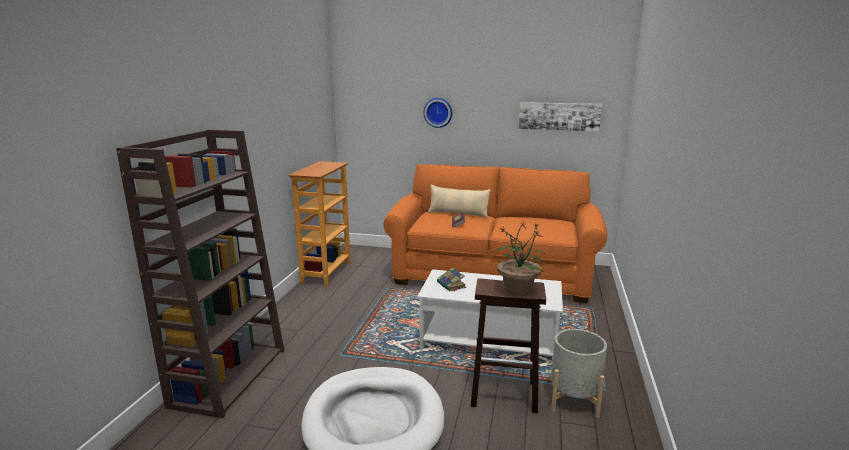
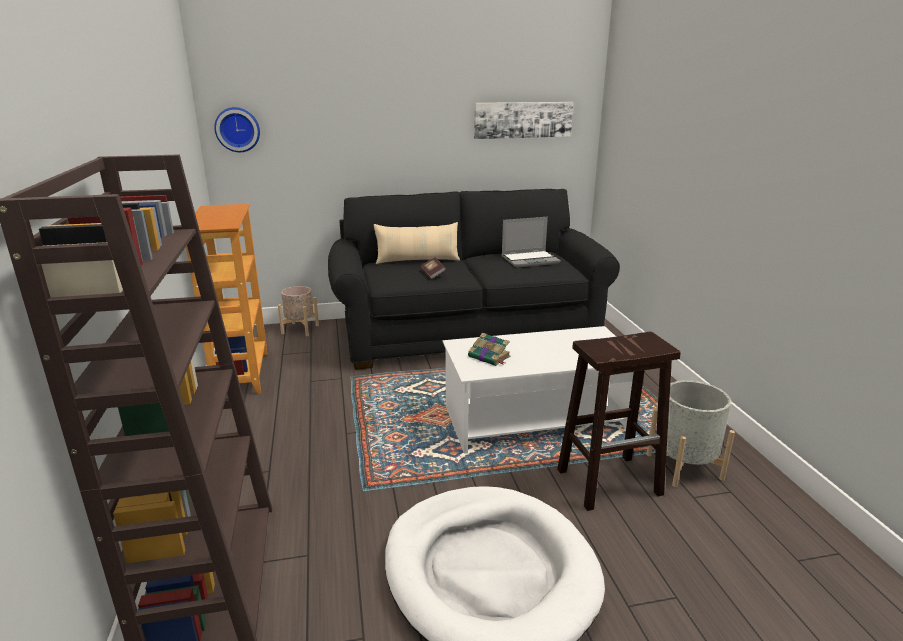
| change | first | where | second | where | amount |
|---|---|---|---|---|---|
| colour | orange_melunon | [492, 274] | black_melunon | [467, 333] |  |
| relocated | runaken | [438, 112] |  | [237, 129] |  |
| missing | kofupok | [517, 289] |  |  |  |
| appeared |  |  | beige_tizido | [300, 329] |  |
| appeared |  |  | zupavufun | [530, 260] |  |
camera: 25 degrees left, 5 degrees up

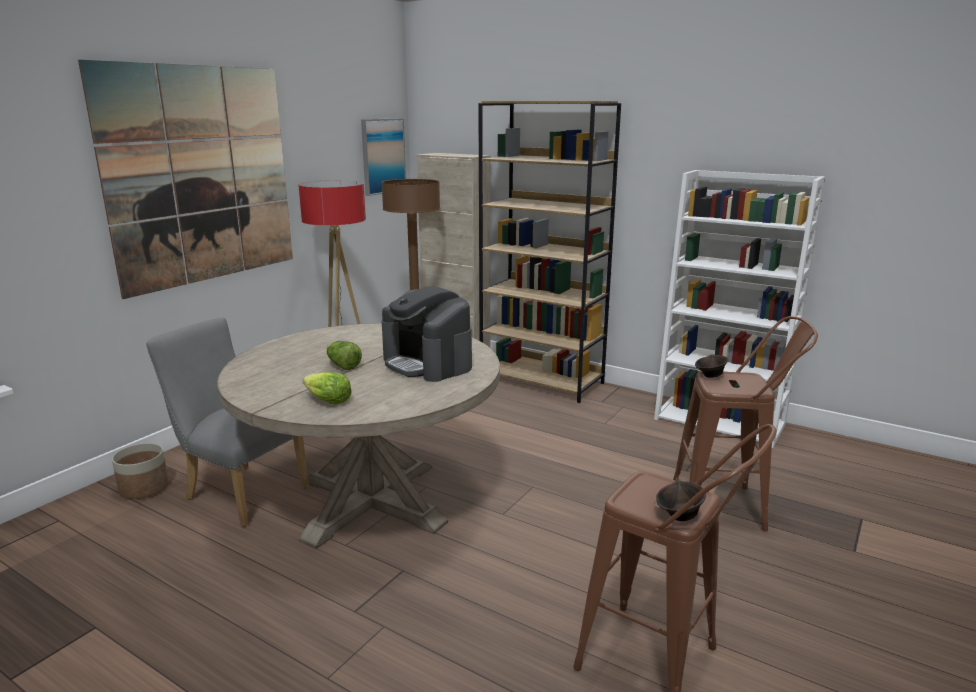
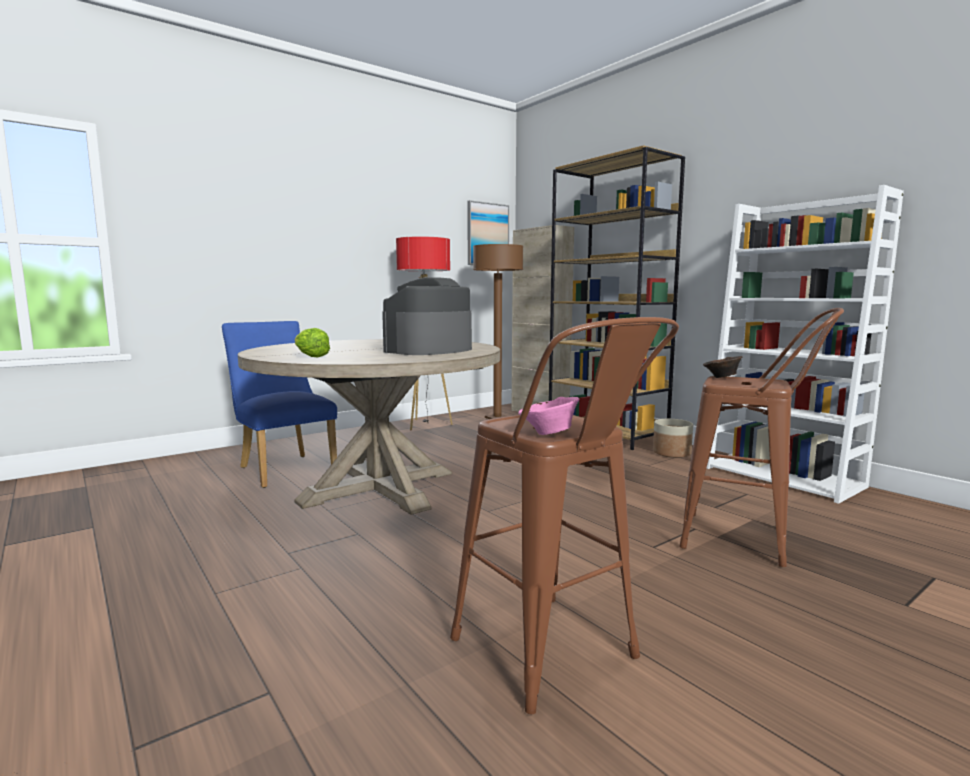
| change | first | where | second | where | amount |
|---|---|---|---|---|---|
| missing | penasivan | [202, 175] |  |  |  |
| relocated | tizido | [144, 488] |  | [672, 453] |  |
| colour | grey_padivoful | [240, 491] | blue_padivoful | [284, 468] |  |
| missing | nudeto | [342, 365] |  |  |  |
| spun | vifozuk | [428, 363] |  | [429, 350] | 60 degrees clockwise |
| colour | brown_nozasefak | [679, 516] | pink_nozasefak | [549, 433] |  |
camera: 20 degrees right, 10 degrees down

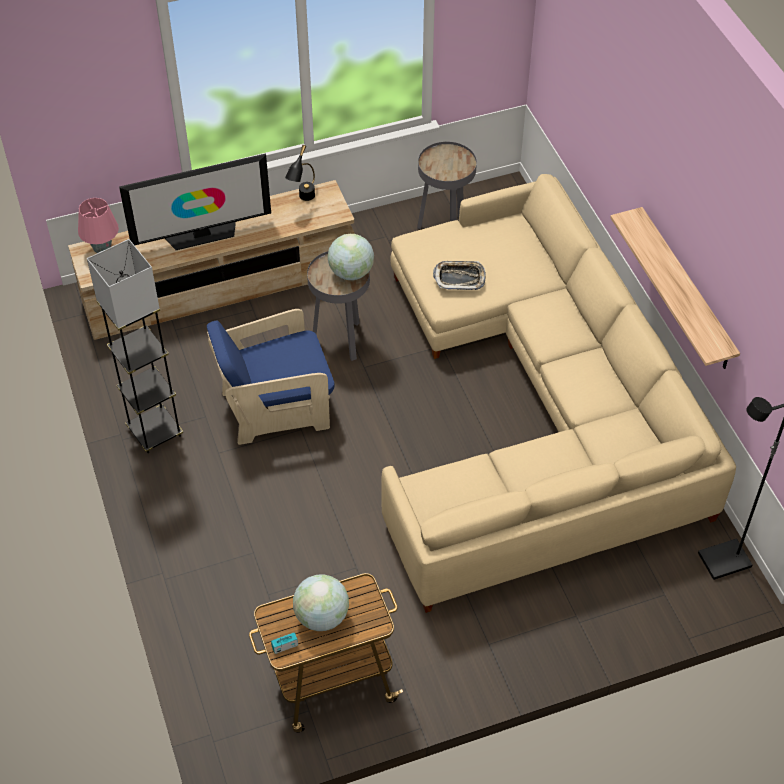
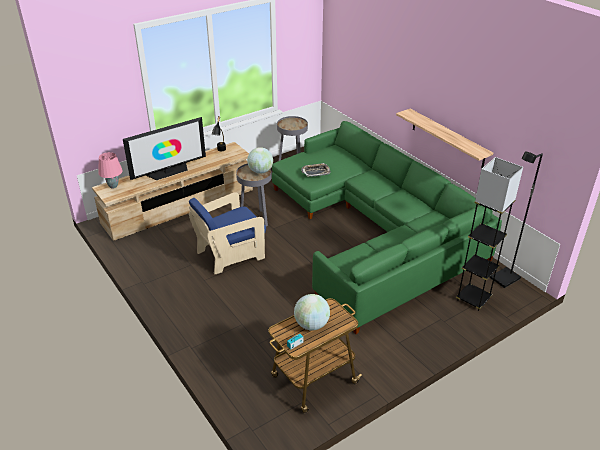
| change | first | where | second | where | amount |
|---|---|---|---|---|---|
| relocated | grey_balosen | [155, 432] |  | [473, 299] |  |
| colour | beige_melunon | [538, 411] | green_melunon | [375, 232] |  |
camera: 15 degrees left, 15 degrees down

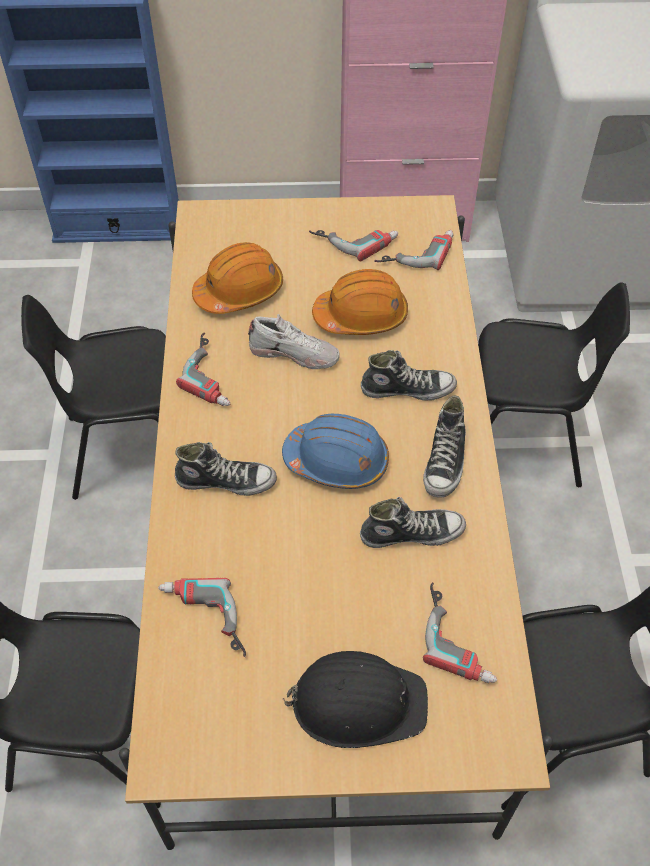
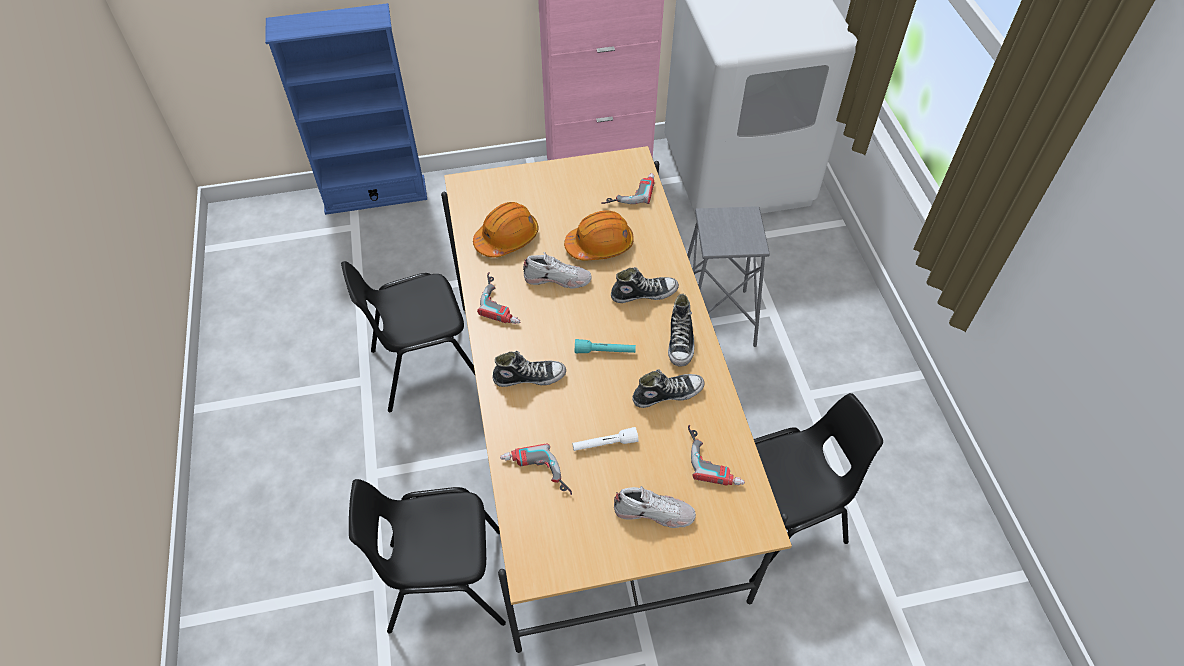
| change | first | where | second | where | amount |
|---|---|---|---|---|---|
| exchanged | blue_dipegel | [337, 461] | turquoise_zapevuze | [605, 351] |  |
| exchanged | black_dipegel | [357, 701] | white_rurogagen | [654, 512] |  |
| missing | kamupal | [354, 238] |  |  |  |
| exchanged | black_padivoful | [519, 440] | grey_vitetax | [715, 319] |  |
| appeared |  |  | white_zapevuze | [604, 444] |  |
camera: 10 degrees left, 0 degrees up

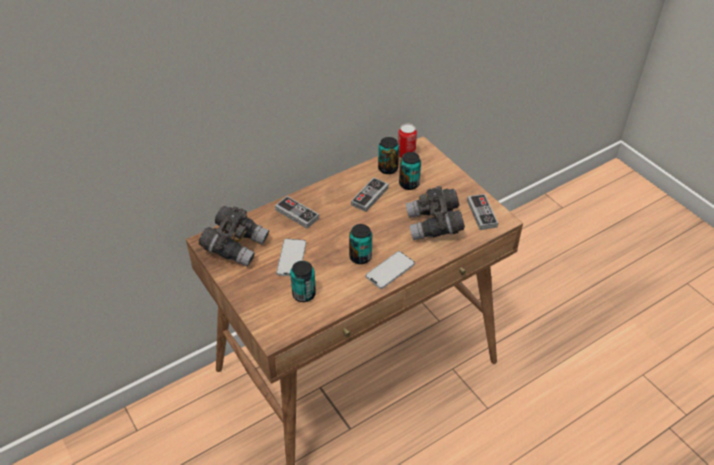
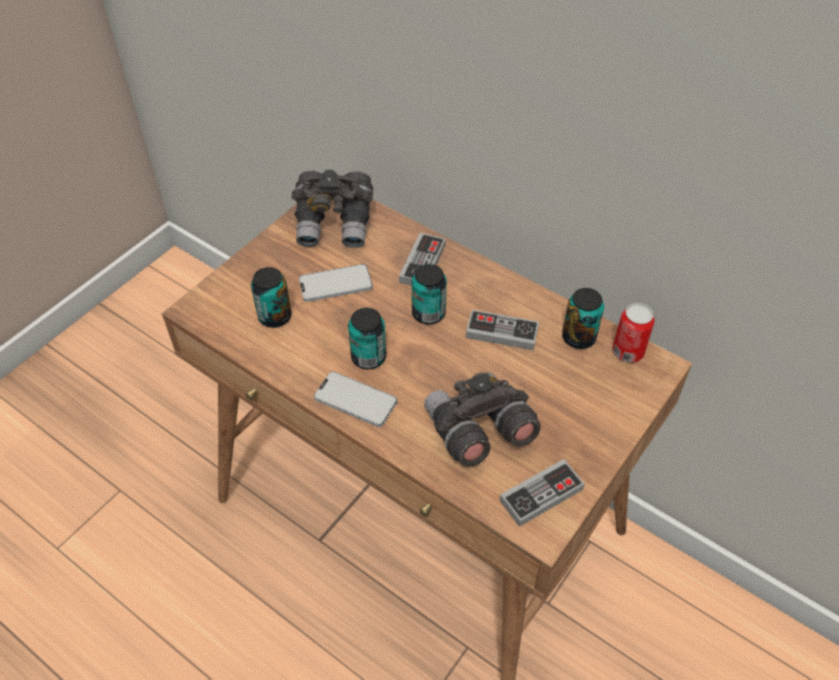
| change | first | where | second | where | amount |
|---|---|---|---|---|---|
| relocated | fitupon | [409, 184] |  | [428, 313] |  |
camera: 70 degrees right, 5 degrees up

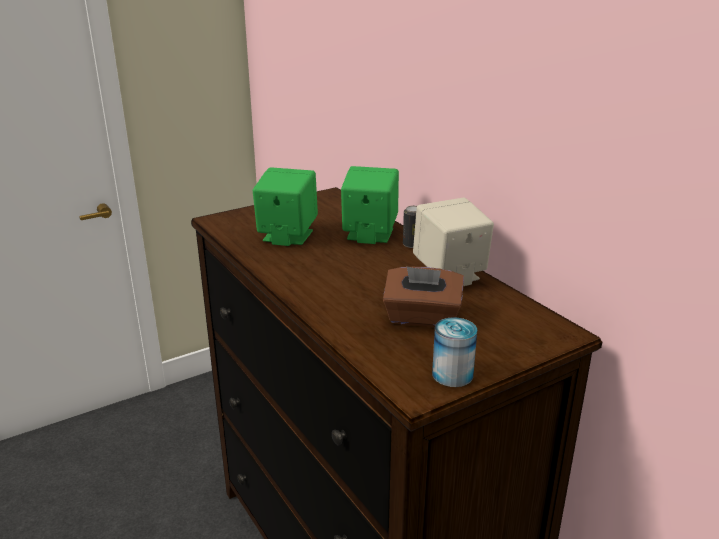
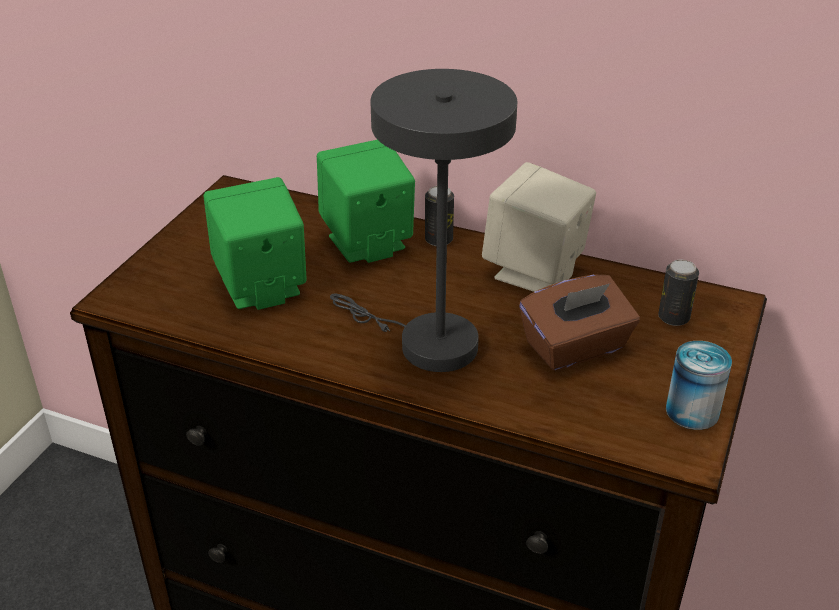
| change | first | where | second | where | amount |
|---|---|---|---|---|---|
| appeared |  |  | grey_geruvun | [426, 343] |  |
| appeared |  |  | fitupon | [673, 317] |  |
camera: 35 degrees left, 10 degrees up

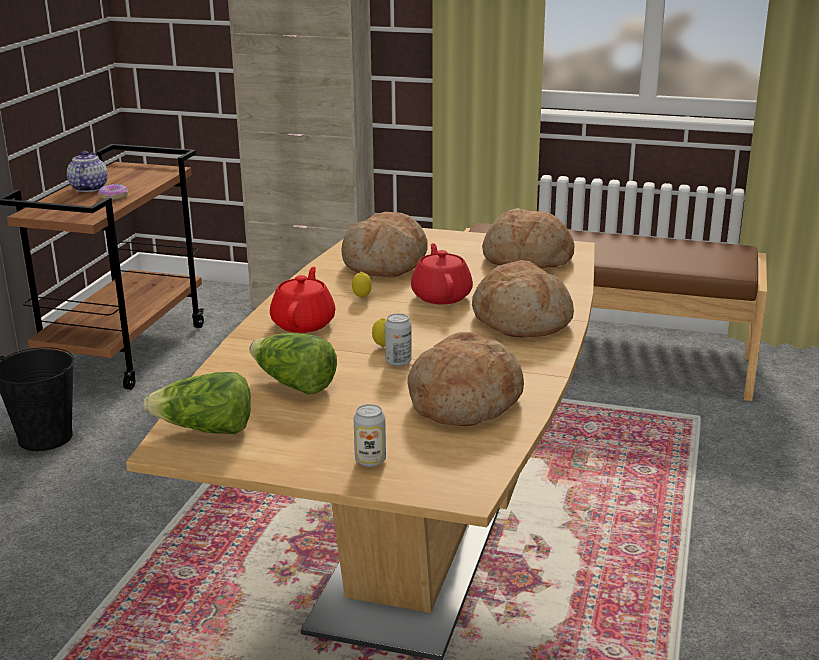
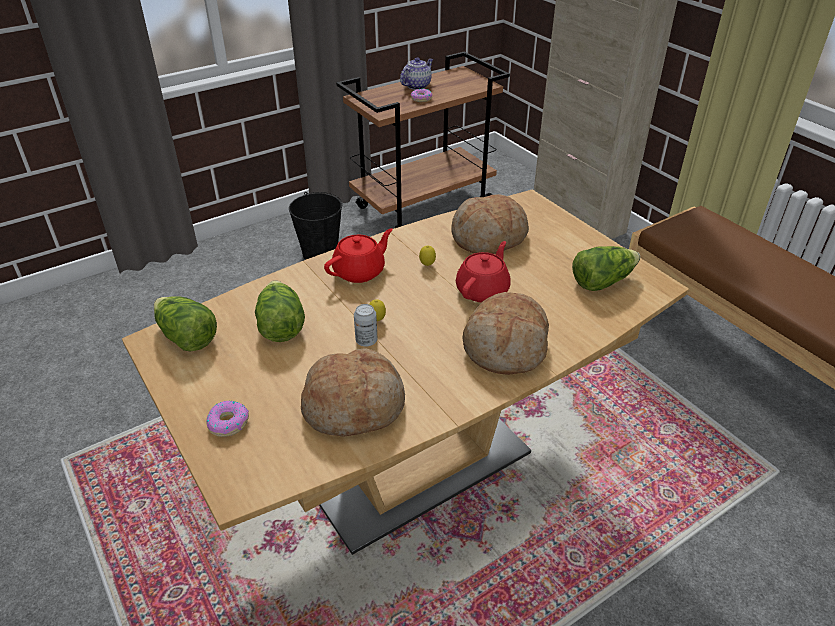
| change | first | where | second | where | amount |
|---|---|---|---|---|---|
| exchanged | fitupon | [370, 460] | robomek | [228, 423] |  |
| exchanged | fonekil | [526, 259] | nudeto | [602, 281] |  |
camera: 40 degrees right, 15 degrees up

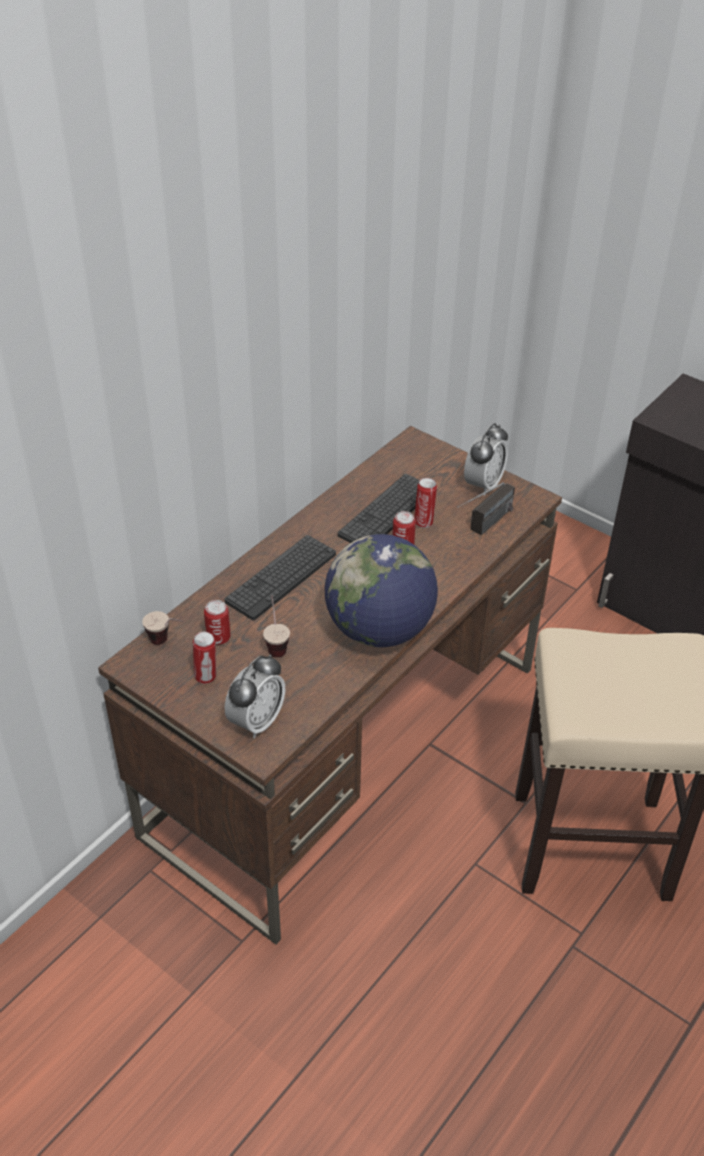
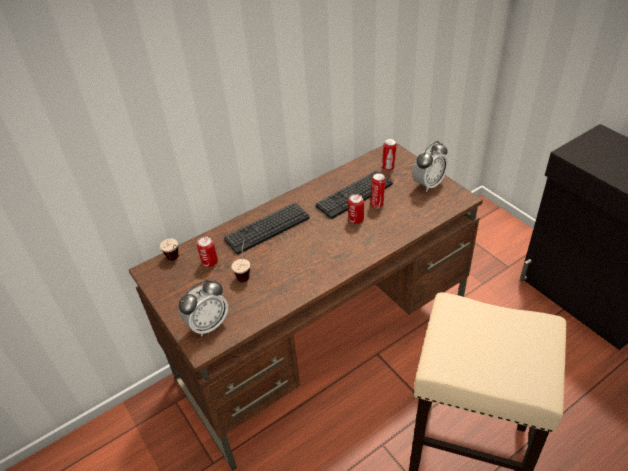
| change | first | where | second | where | amount |
|---|---|---|---|---|---|
| relocated | fitupon | [206, 677] |  | [388, 168] |  |
| missing | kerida | [379, 630] |  |  |  |
| missing | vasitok | [484, 527] |  |  |  |
camera: 20 degrees right, 0 degrees up

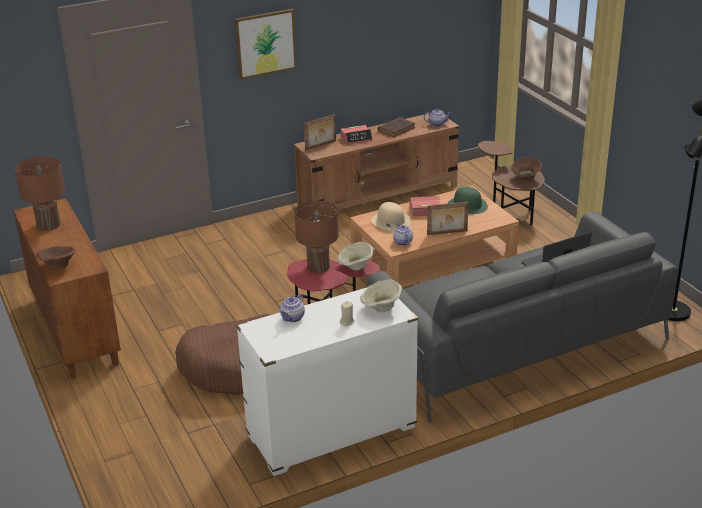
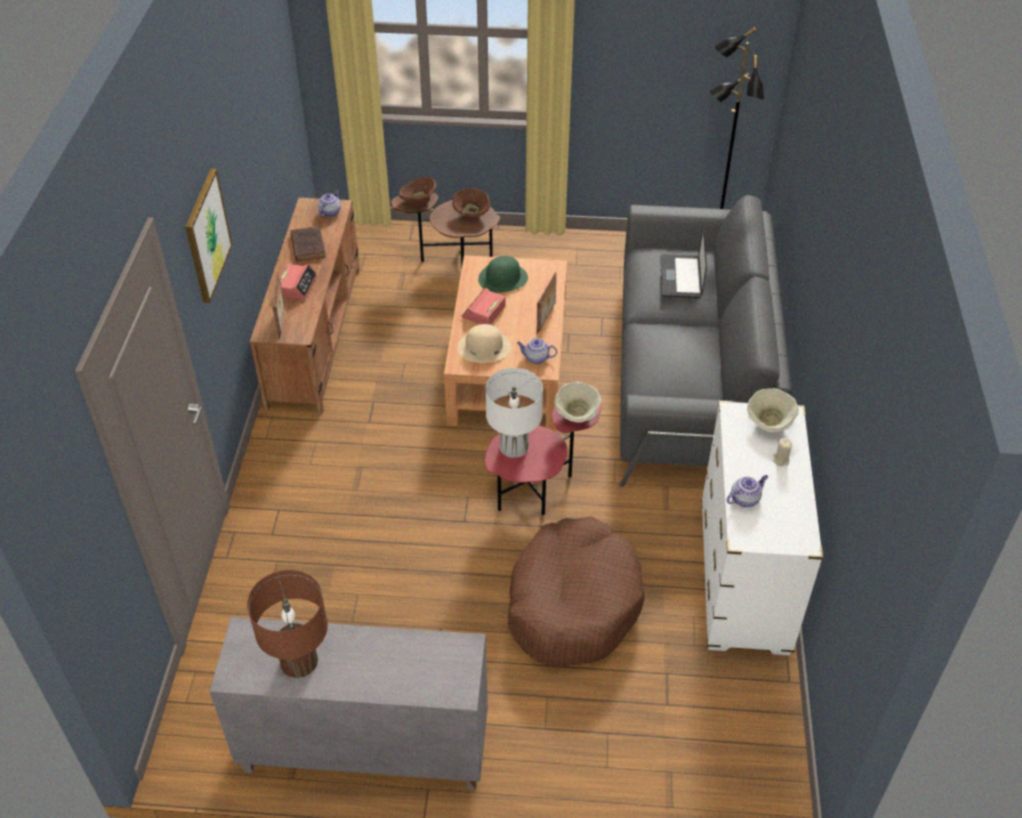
| change | first | where | second | where | amount |
|---|---|---|---|---|---|
| colour | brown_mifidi | [74, 330] | grey_mifidi | [363, 750] |  |
| relocated | brown_nozasefak | [58, 267] |  | [418, 202] |  |
| spun | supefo | [292, 318] |  | [745, 499] | 90 degrees counterclockwise |
| colour | brown_geruvun | [318, 267] | white_geruvun | [514, 446] |  |
camera: 60 degrees left, 15 degrees up

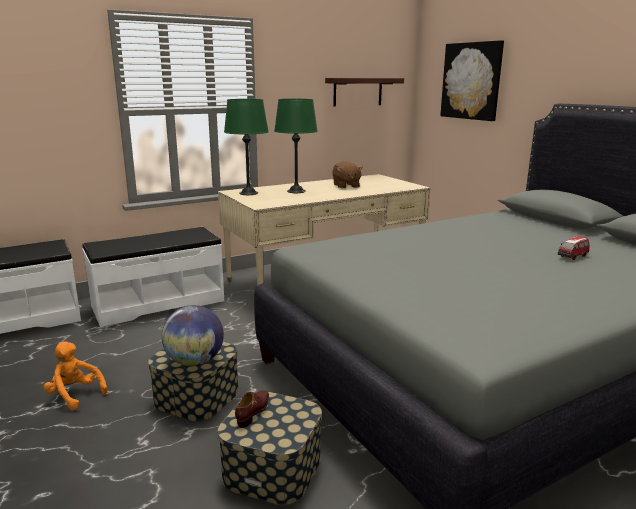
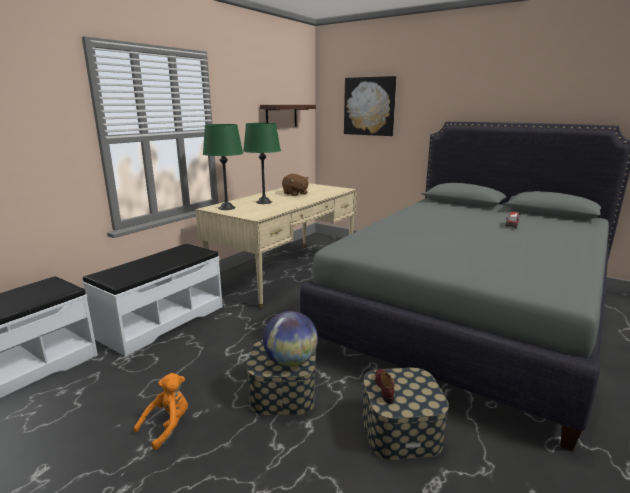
| change | first | where | second | where | amount |
|---|---|---|---|---|---|
| spun | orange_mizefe | [75, 395] |  | [167, 426] | 120 degrees clockwise |
camera: 25 degrees left, 0 degrees up

